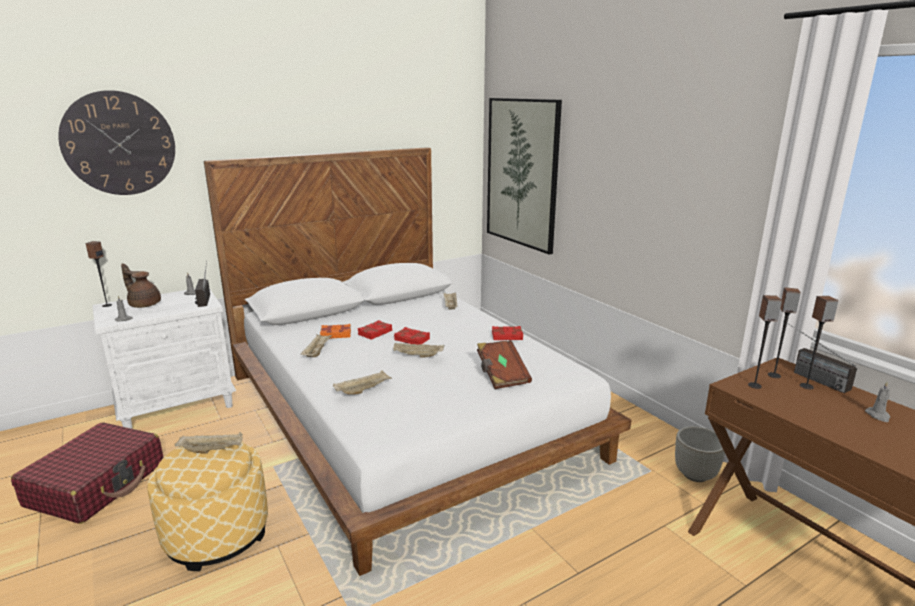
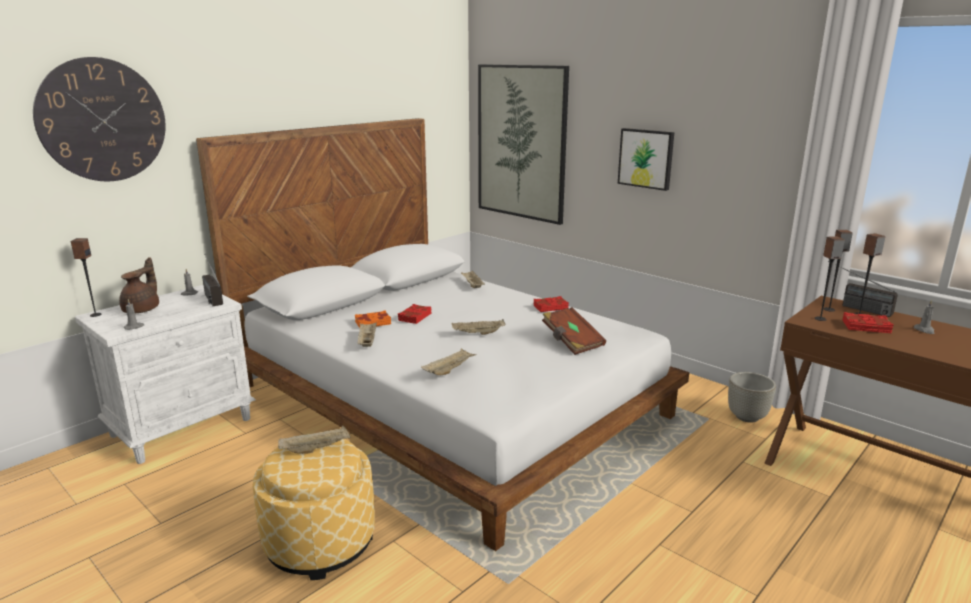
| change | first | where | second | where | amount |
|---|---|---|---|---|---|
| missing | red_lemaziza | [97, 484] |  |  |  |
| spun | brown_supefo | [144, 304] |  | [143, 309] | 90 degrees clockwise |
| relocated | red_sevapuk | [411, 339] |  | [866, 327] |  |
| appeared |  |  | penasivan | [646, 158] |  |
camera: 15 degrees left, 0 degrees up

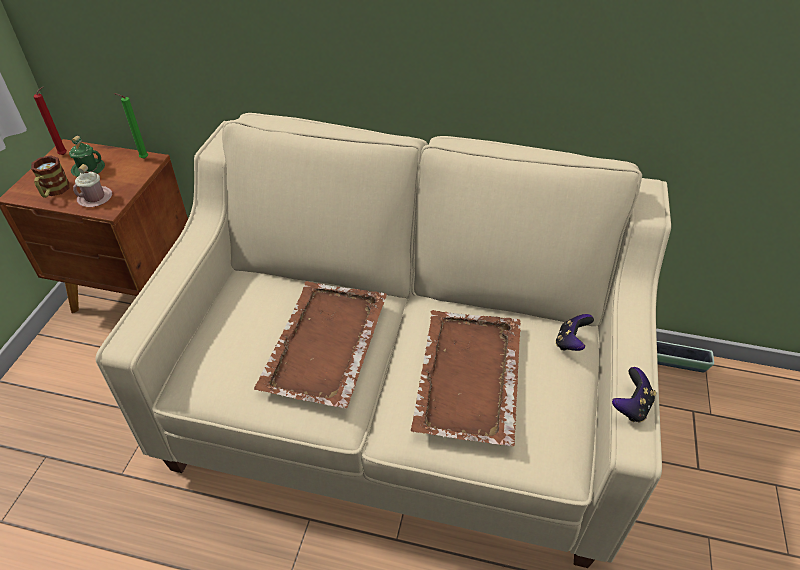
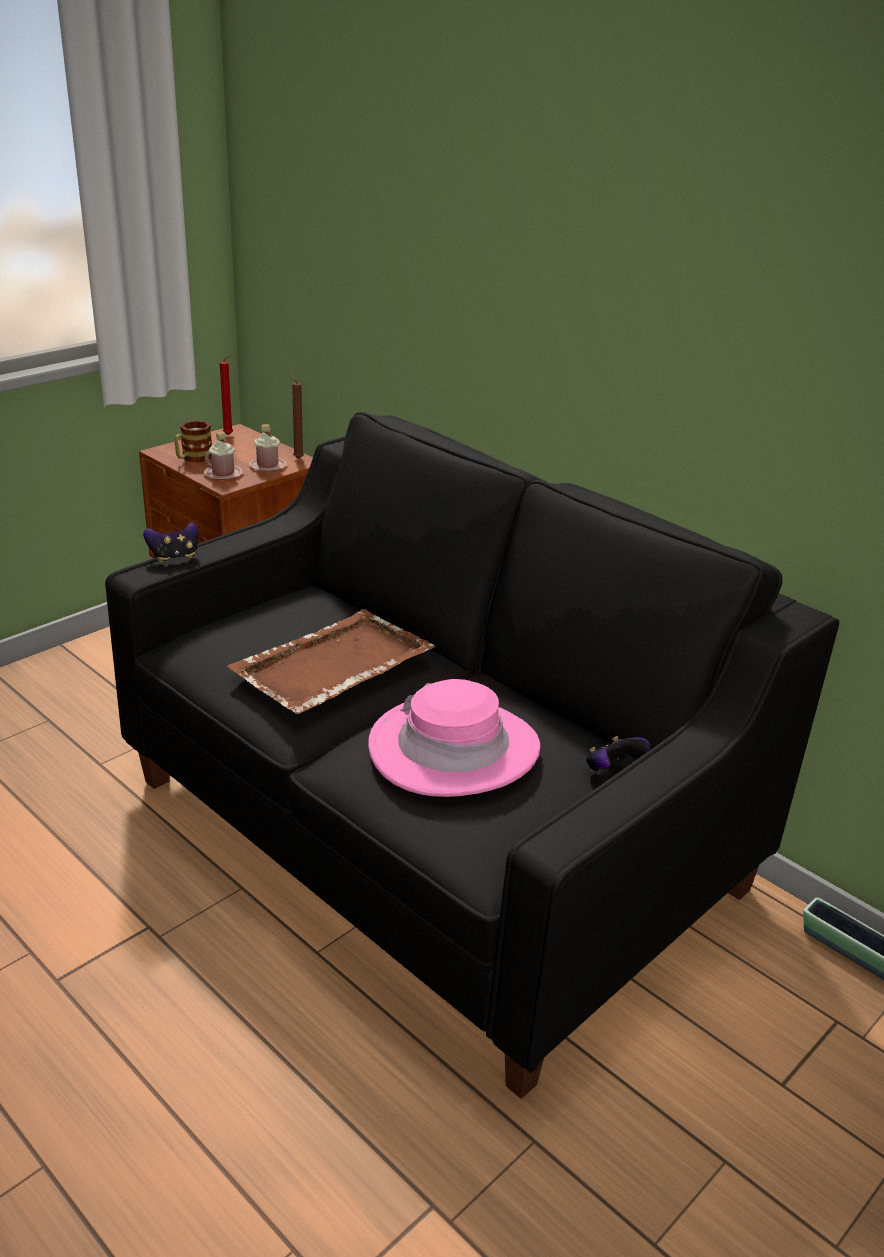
| change | first | where | second | where | amount |
|---|---|---|---|---|---|
| missing | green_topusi | [88, 169] |  |  |  |
| colour | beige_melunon | [399, 405] | black_melunon | [433, 834] |  |
| colour | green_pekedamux | [143, 158] | brown_pekedamux | [296, 458] |  |
| exchanged | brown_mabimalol | [468, 378] | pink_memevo | [453, 748] |  |
| relocated | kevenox | [631, 406] |  | [174, 557] |  |
| appeared |  |  | pink_topusi | [267, 466] |  |
camera: 30 degrees right, 15 degrees down

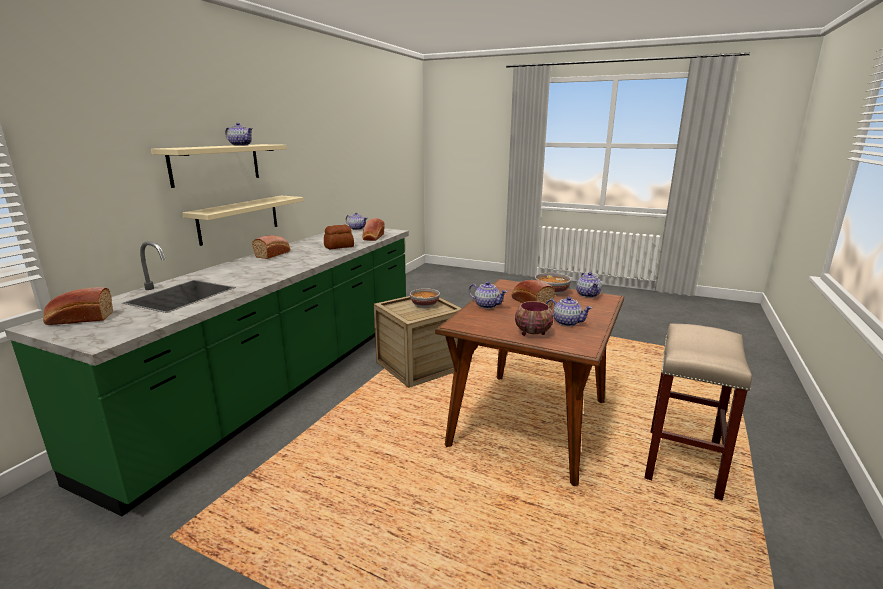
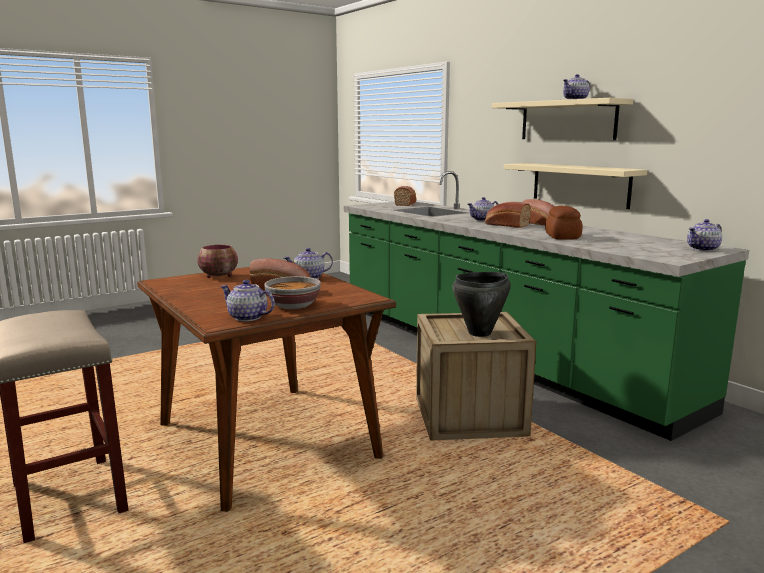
| change | first | where | second | where | amount |
|---|---|---|---|---|---|
| relocated | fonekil | [373, 237] |  | [505, 225] |  |
| exchanged | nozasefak | [425, 305] | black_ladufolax | [480, 333] |  |
| relocated | supefo | [566, 322] |  | [483, 220] |  |
camera: 120 degrees right, 5 degrees down

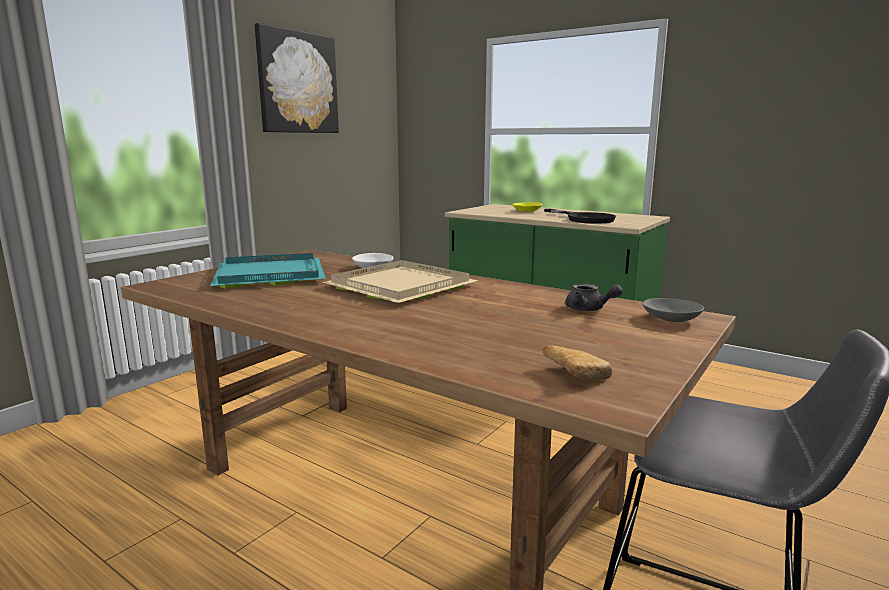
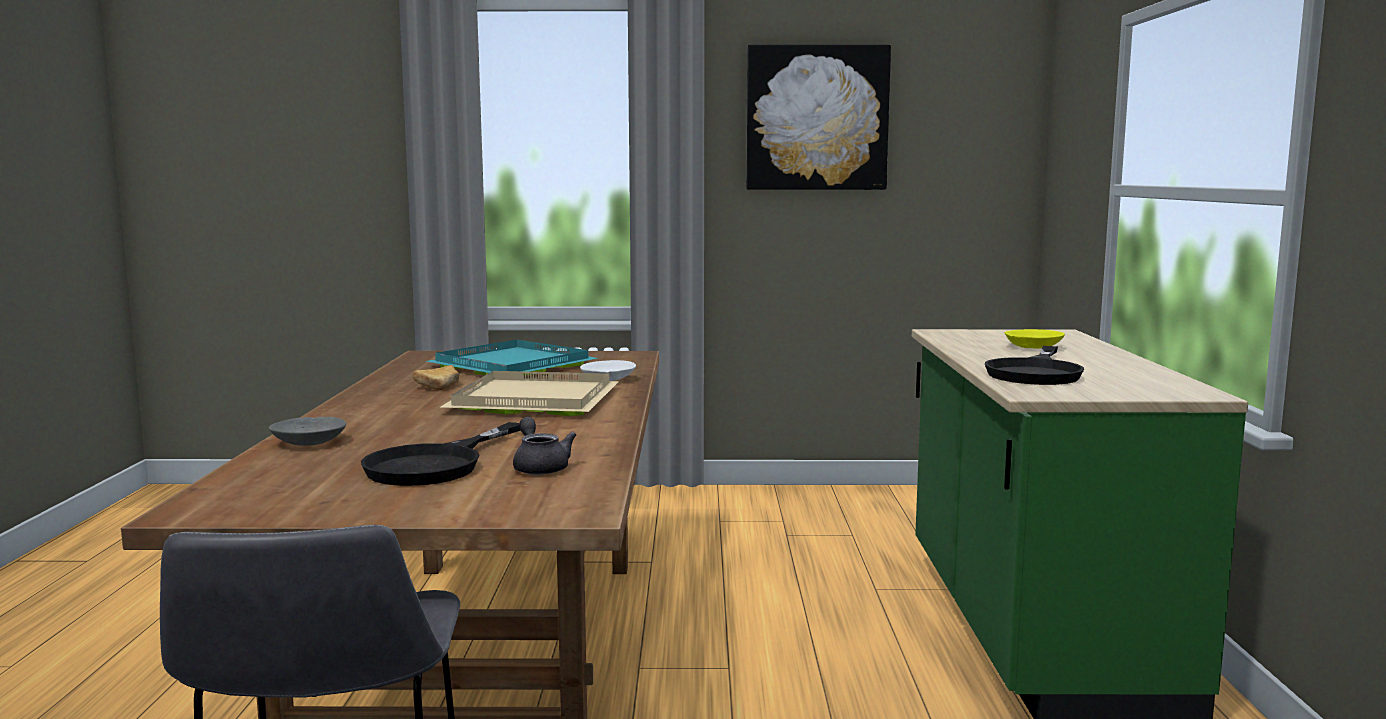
| change | first | where | second | where | amount |
|---|---|---|---|---|---|
| relocated | fonekil | [572, 374] |  | [441, 385] |  |
| spun | grey_supefo | [589, 309] |  | [540, 467] | 150 degrees clockwise |
| relocated | grey_nozasefak | [670, 319] |  | [310, 442] |  |
| appeared |  |  | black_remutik | [436, 464] |  |
camera: 55 degrees right, 5 degrees down

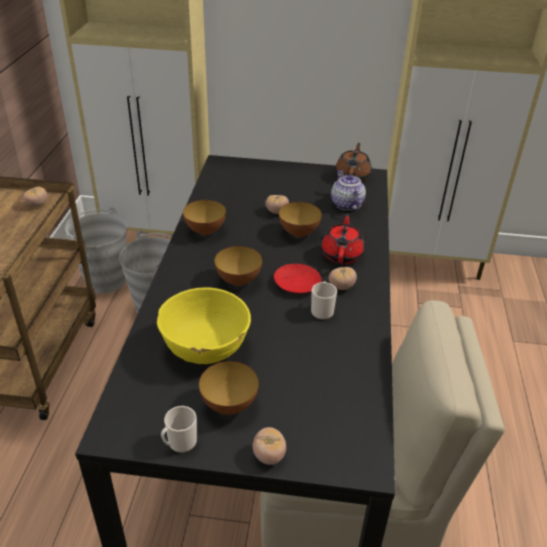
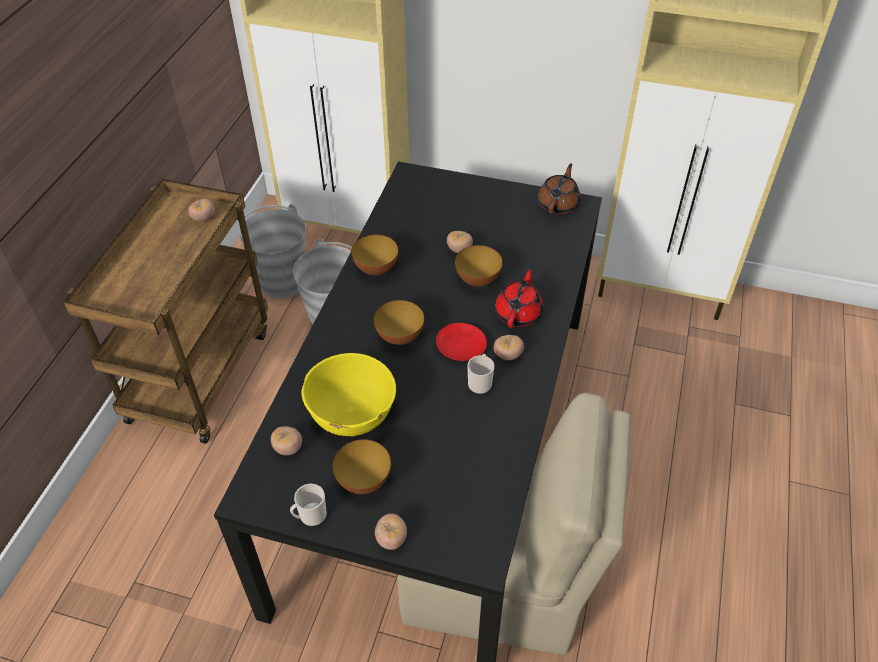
| change | first | where | second | where | amount |
|---|---|---|---|---|---|
| missing | supefo | [346, 204] |  |  |  |
| appeared |  |  | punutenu | [288, 448] |  |
camera: 10 degrees right, 10 degrees up

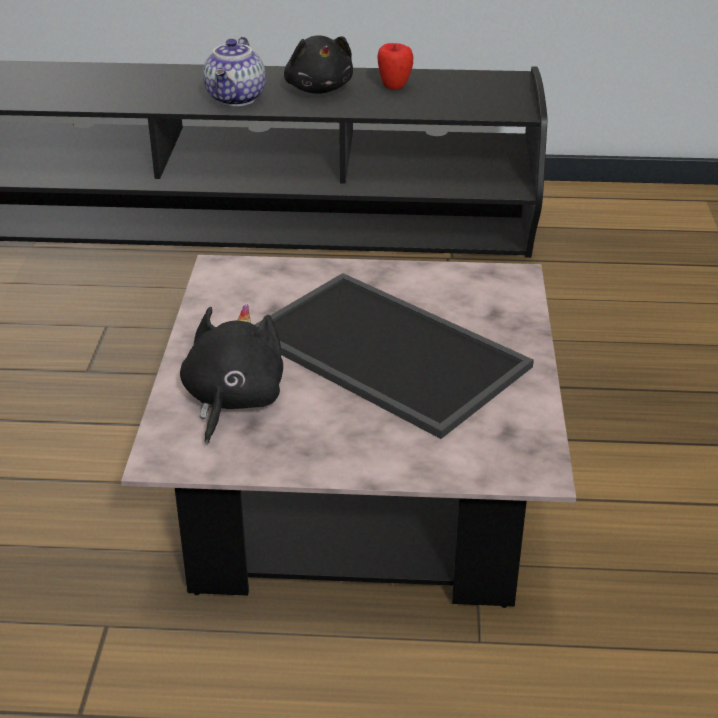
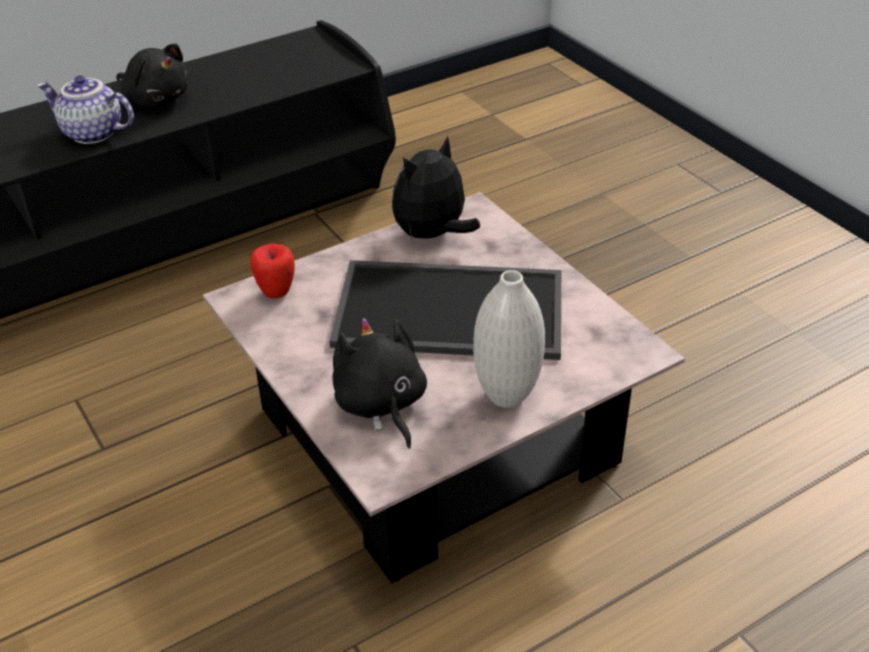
| change | first | where | second | where | amount |
|---|---|---|---|---|---|
| spun | supefo | [237, 99] |  | [91, 134] | 135 degrees clockwise |
| relocated | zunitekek | [394, 86] |  | [276, 292] |  |
| appeared |  |  | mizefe | [432, 235] |  |
| appeared |  |  | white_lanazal | [506, 396] |  |
camera: 35 degrees left, 5 degrees up

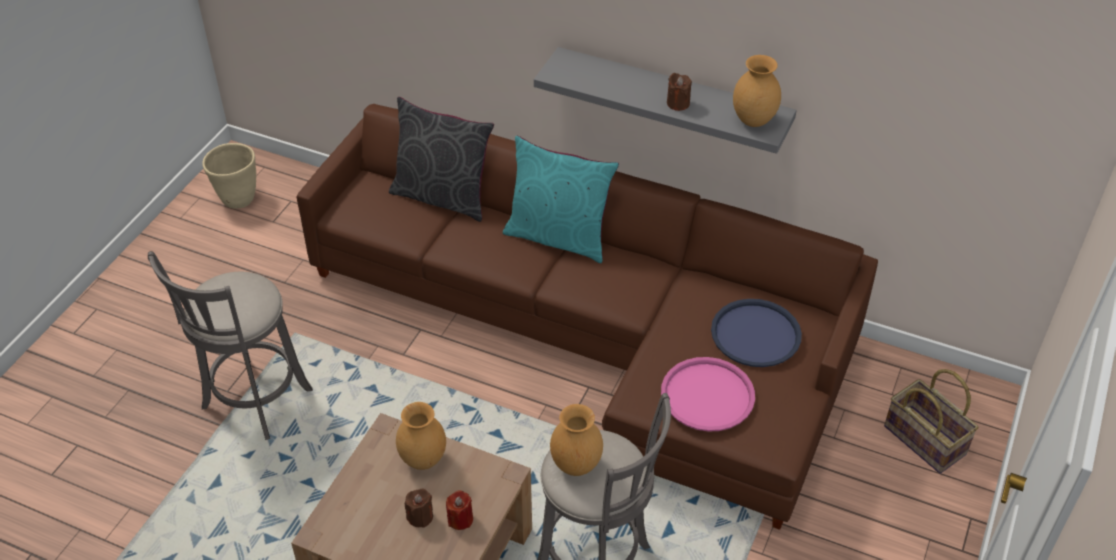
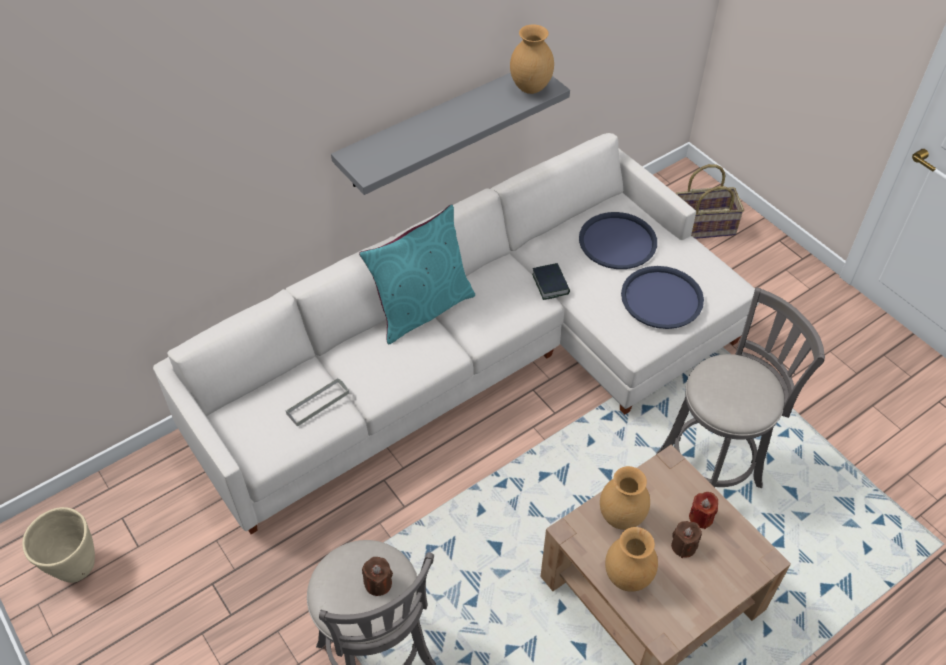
| change | first | where | second | where | amount |
|---|---|---|---|---|---|
| colour | brown_melunon | [599, 334] | white_melunon | [481, 355] |  |
| missing | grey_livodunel | [442, 196] |  |  |  |
| relocated | brown_lanazal | [576, 465] |  | [626, 577] |  |
| colour | pink_mabimalol | [707, 395] | blue_mabimalol | [661, 298] |  |
| relocated | brown_pekedamux | [678, 103] |  | [378, 583] |  |
| appeared |  |  | grey_mabimalol | [318, 403] |  |
| appeared |  |  | sevapuk | [550, 284] |  |
camera: 60 degrees left, 5 degrees up

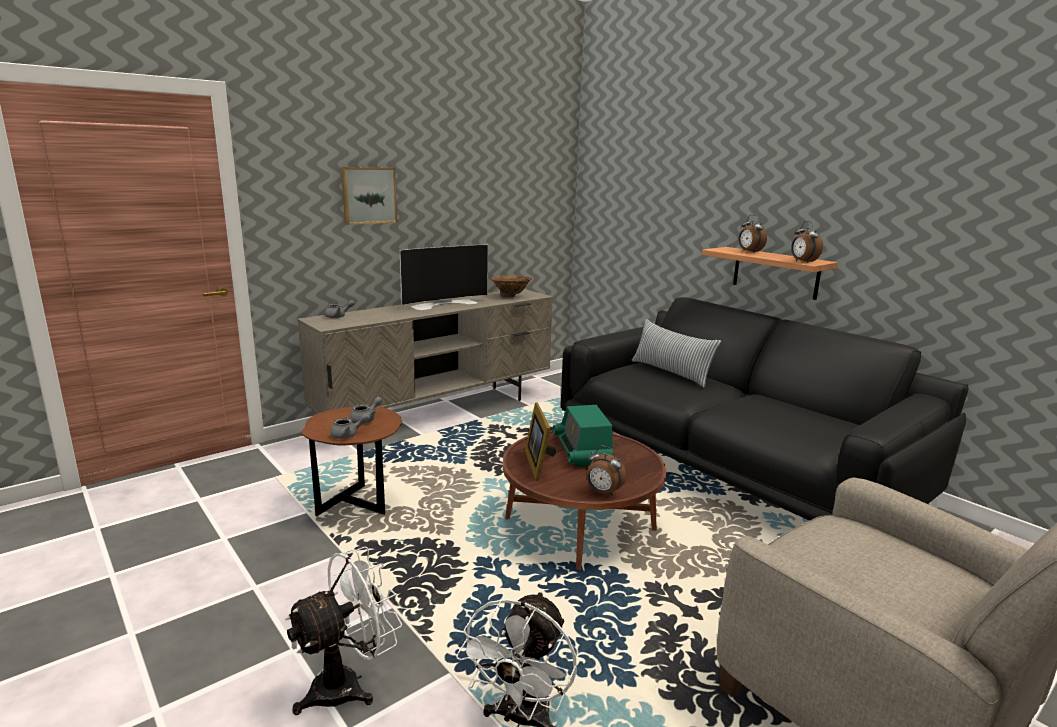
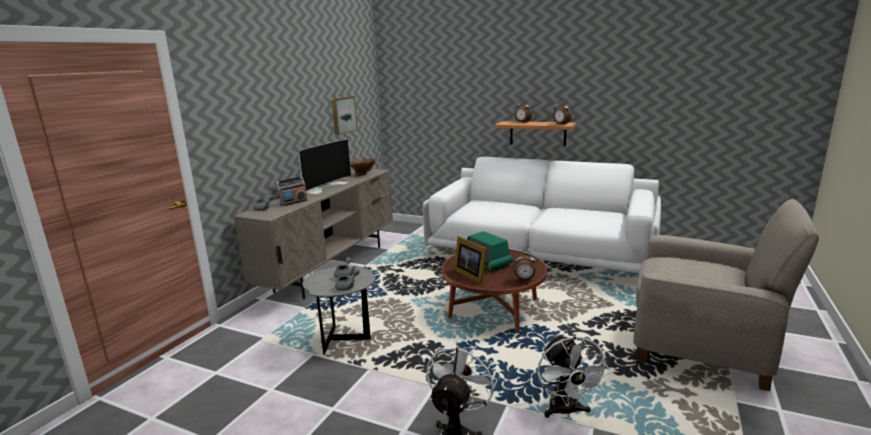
| change | first | where | second | where | amount |
|---|---|---|---|---|---|
| colour | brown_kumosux | [358, 506] | grey_kumosux | [345, 340] |  |
| relocated | penasivan | [368, 195] |  | [343, 115] |  |
| colour | black_melunon | [729, 467] | white_melunon | [539, 256] |  |
| missing | livodunel | [671, 372] |  |  |  |
| appeared |  |  | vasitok | [293, 202] |  |
camera: 25 degrees left, 0 degrees up

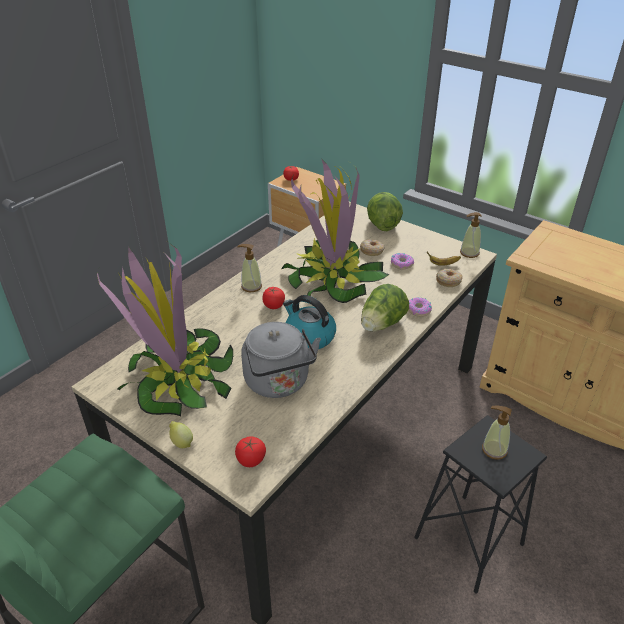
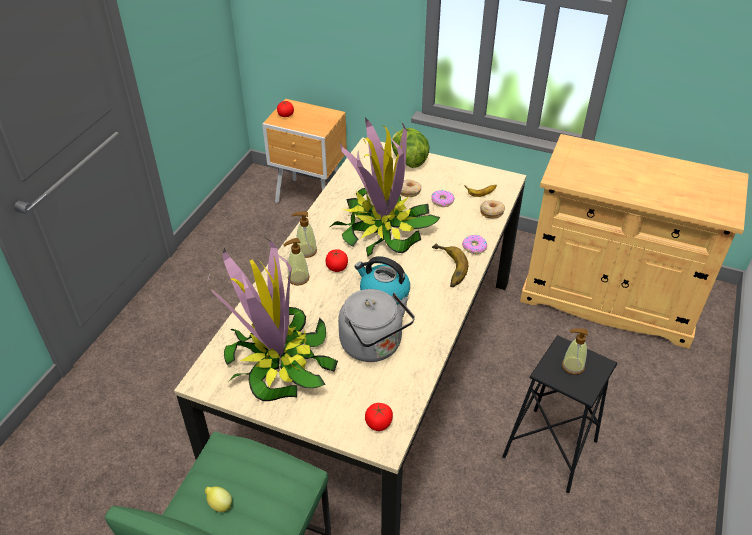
| change | first | where | second | where | amount |
|---|---|---|---|---|---|
| relocated | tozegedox | [181, 442] |  | [219, 505] |  |
| exchanged | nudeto | [382, 324] | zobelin | [446, 268] |  |
| relocated | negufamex | [469, 253] |  | [298, 278] |  |
camera: 15 degrees left, 5 degrees up

